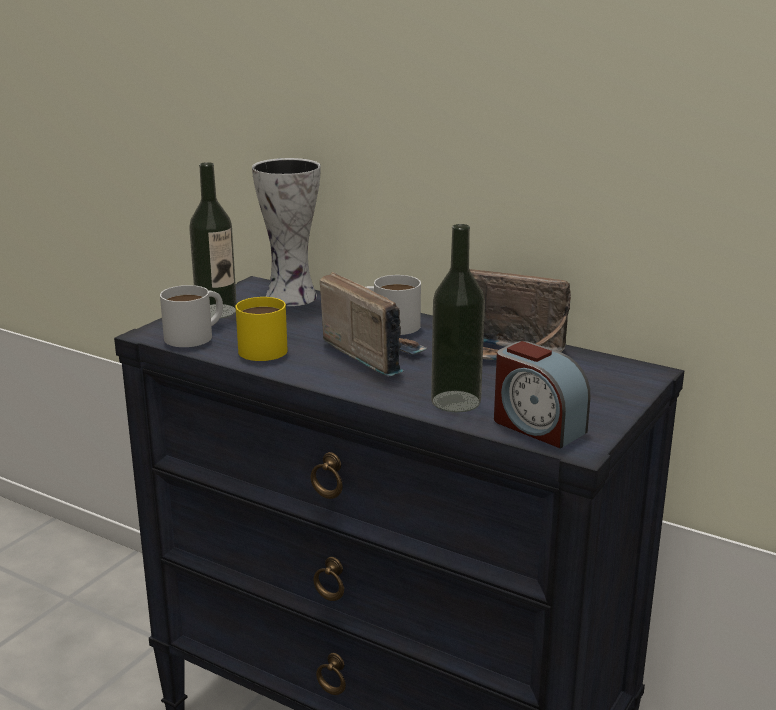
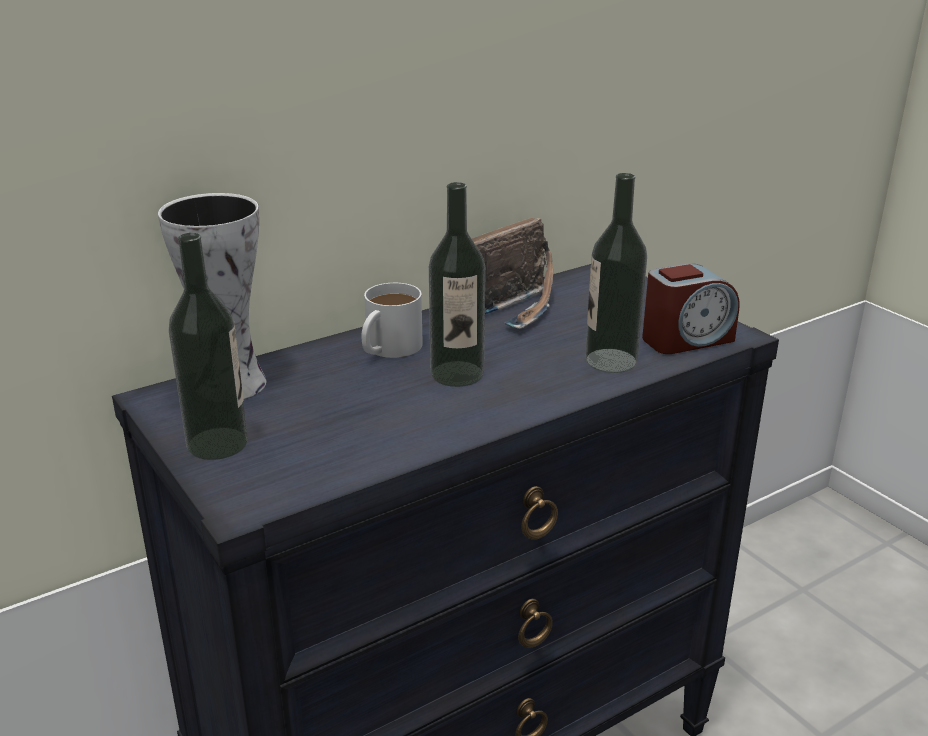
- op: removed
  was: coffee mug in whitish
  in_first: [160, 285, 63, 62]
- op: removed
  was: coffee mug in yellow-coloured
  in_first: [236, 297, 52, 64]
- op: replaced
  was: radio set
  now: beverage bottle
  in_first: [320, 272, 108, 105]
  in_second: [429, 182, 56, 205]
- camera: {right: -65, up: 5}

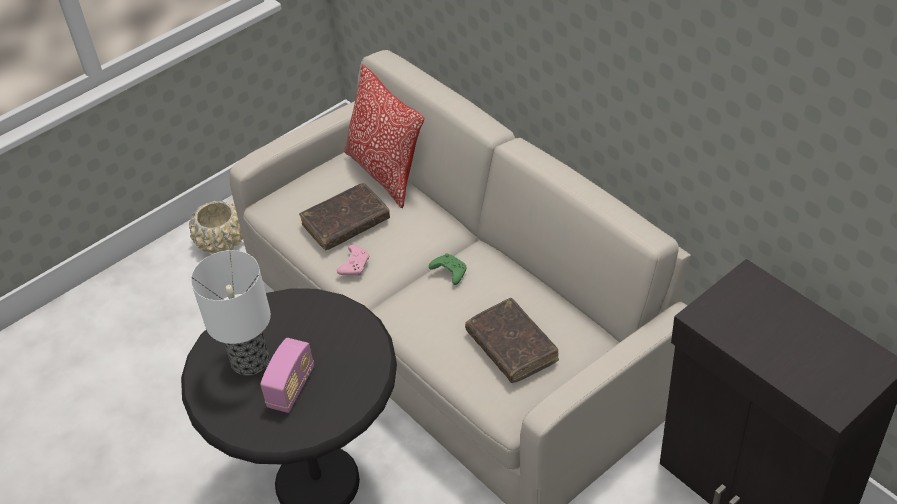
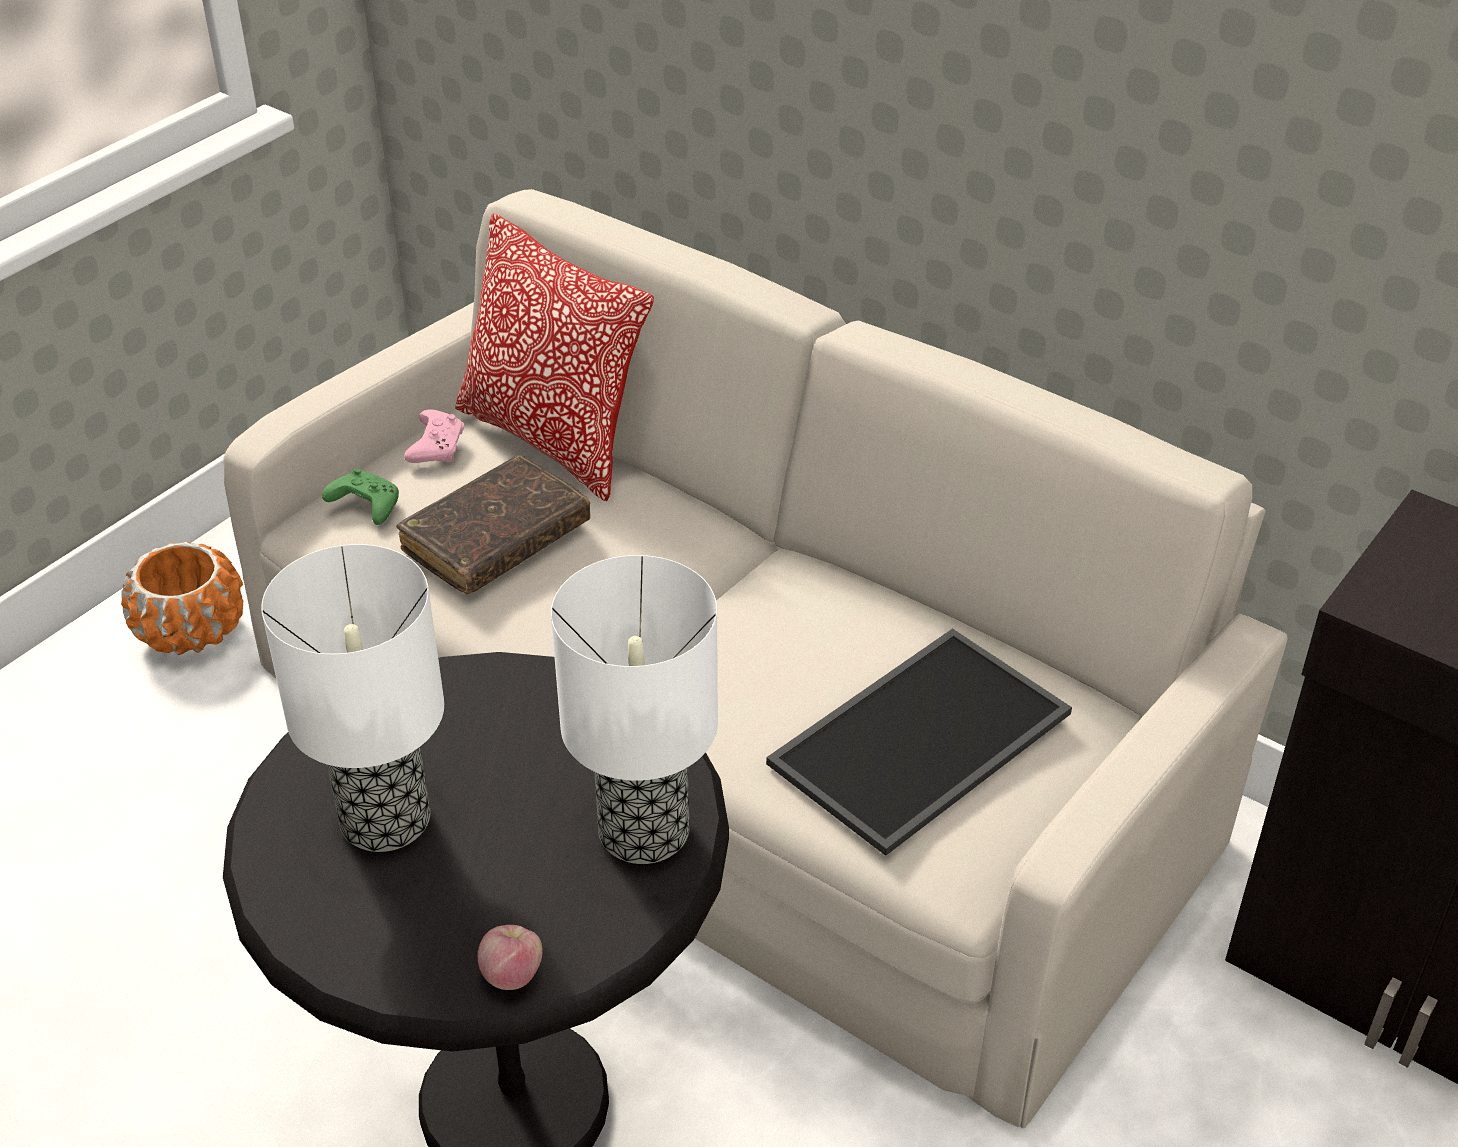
- op: removed
  was: radio set
  in_first: [260, 338, 54, 75]
- op: added
  now: apple
  in_second: [478, 925, 65, 65]
- op: added
  now: lamp for a table
  in_second: [551, 555, 167, 309]
- op: moved
  was: gamepad in pinkish
  in_first: [337, 245, 32, 31]
  in_second: [404, 409, 60, 54]
- op: moved
  was: gamepad in greenish
  in_first: [429, 254, 37, 31]
  in_second: [322, 468, 77, 57]
- op: replaced
  was: book in brown
  now: tray
  in_first: [465, 298, 94, 85]
  in_second: [766, 628, 306, 228]
- op: recoloured
  was: planter in beige-coloured
  now: planter in orangey
  in_first: [189, 200, 54, 54]
  in_second: [121, 542, 122, 113]
- camera: {right: -15, up: -5}

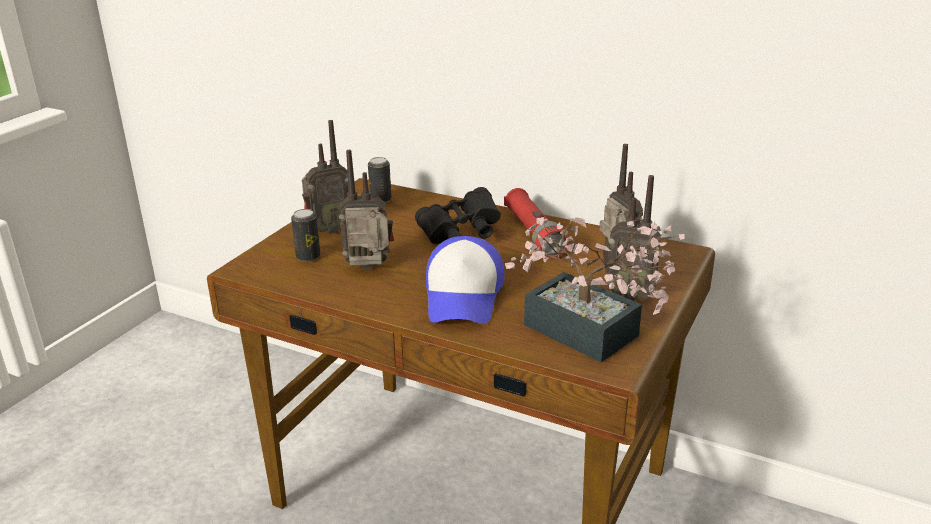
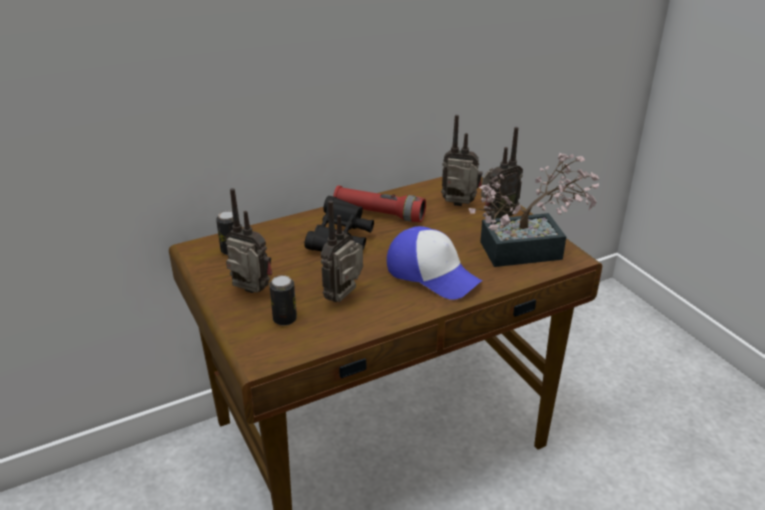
- op: turned
  was: radio set
  in_first: [302, 120, 47, 114]
  in_second: [226, 188, 46, 105]
  clockwise: -75
- camera: {right: -55, up: 5}

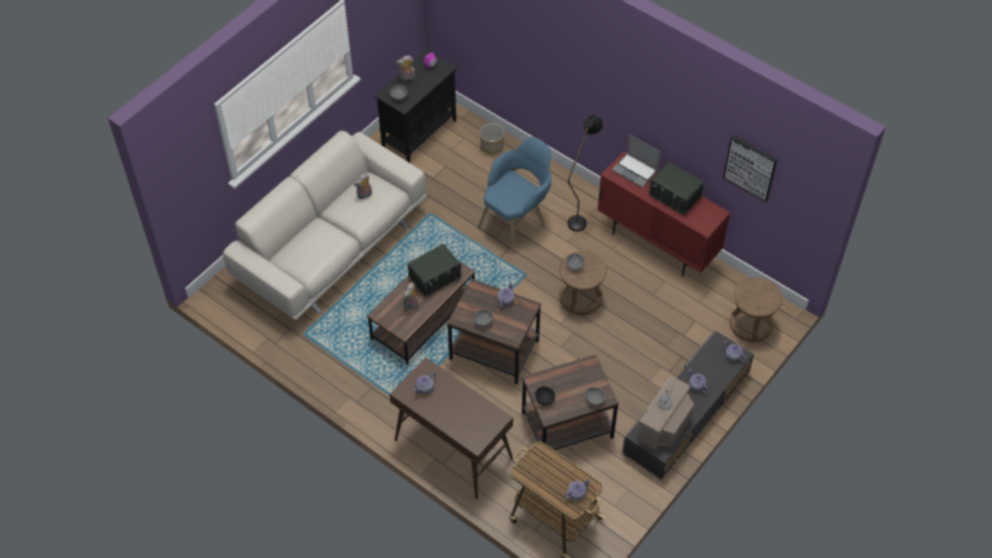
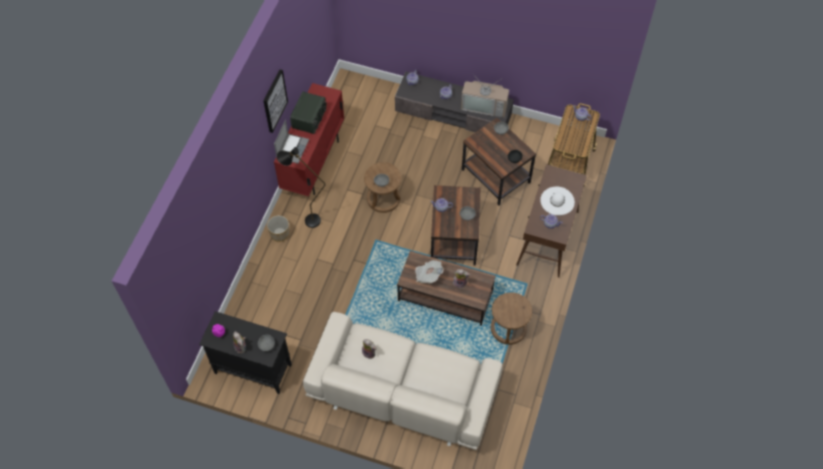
- op: removed
  was: armchair in bluish
  in_first: [477, 137, 74, 117]
- op: added
  now: wearable hat in whitish
  in_second: [540, 186, 35, 29]
- op: moved
  was: planter
  in_first: [480, 123, 25, 31]
  in_second: [267, 215, 22, 27]
- op: moved
  was: wall picture
  in_first: [723, 135, 54, 67]
  in_second: [264, 69, 24, 64]
- op: moved
  was: stool in brown
  in_first: [730, 277, 52, 65]
  in_second: [491, 292, 41, 53]
- op: replaced
  was: radio set
  now: newspaper
  in_first: [408, 244, 53, 53]
  in_second: [415, 260, 28, 23]
- camera: {right: -110, up: 5}

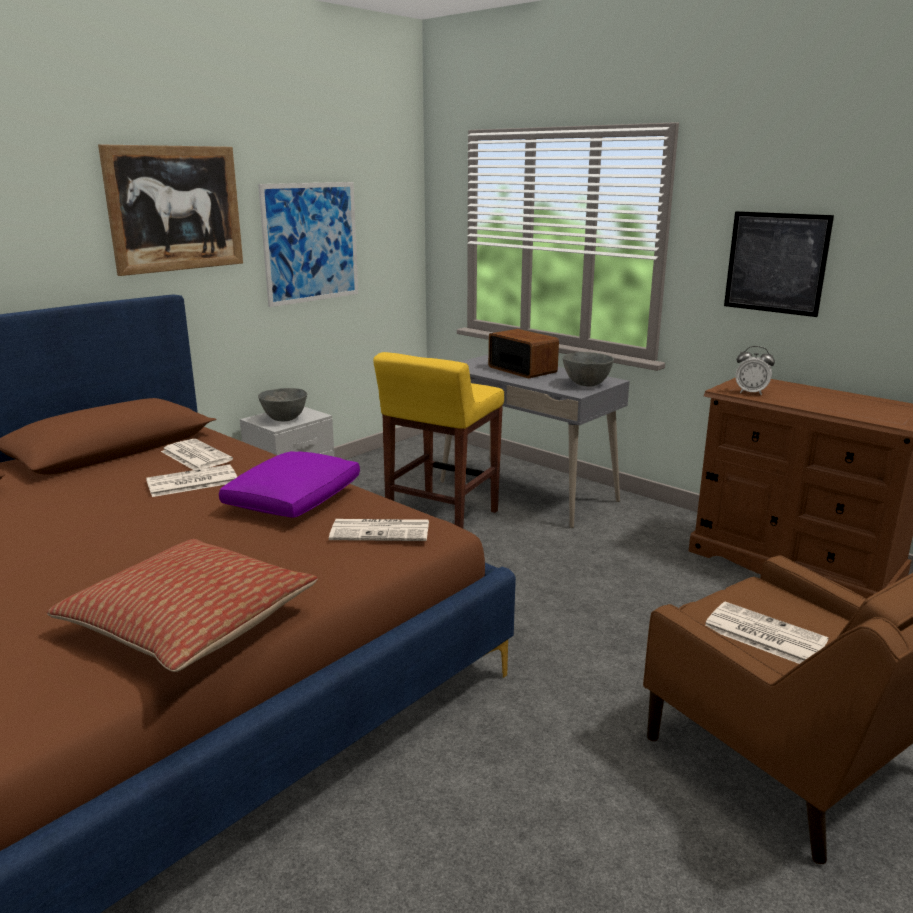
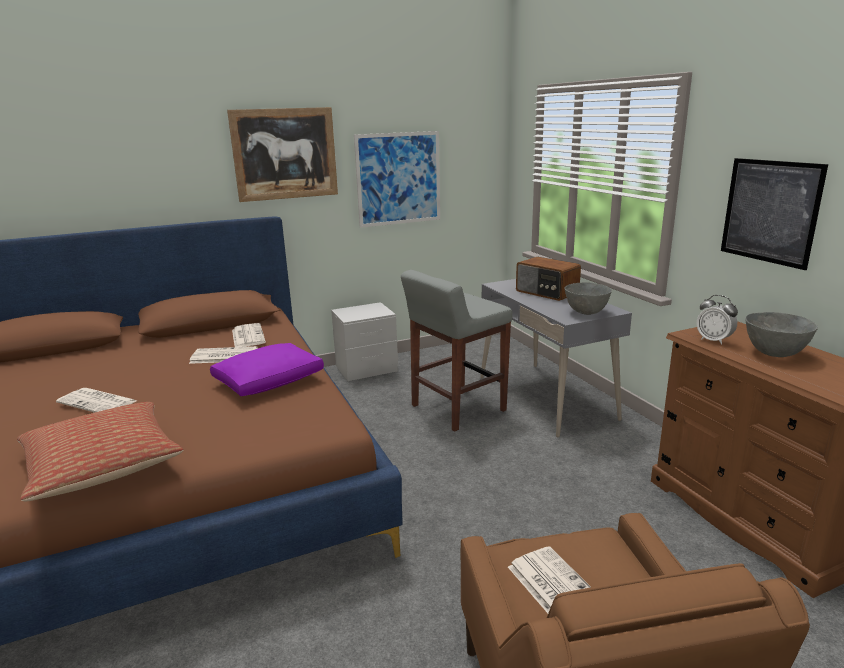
- op: moved
  was: serving bowl in gray
  in_first: [258, 388, 49, 33]
  in_second: [745, 312, 73, 45]
- op: moved
  was: newspaper
  in_first: [329, 519, 100, 22]
  in_second: [56, 388, 80, 25]
- op: recoloured
  was: stool in yellow-coloured
  now: stool in gray
  in_first: [373, 352, 131, 176]
  in_second: [401, 270, 111, 162]
- op: turned
  was: radio set
  in_first: [488, 329, 71, 50]
  in_second: [516, 257, 65, 44]
  clockwise: 150
- camera: {right: 25, up: 0}

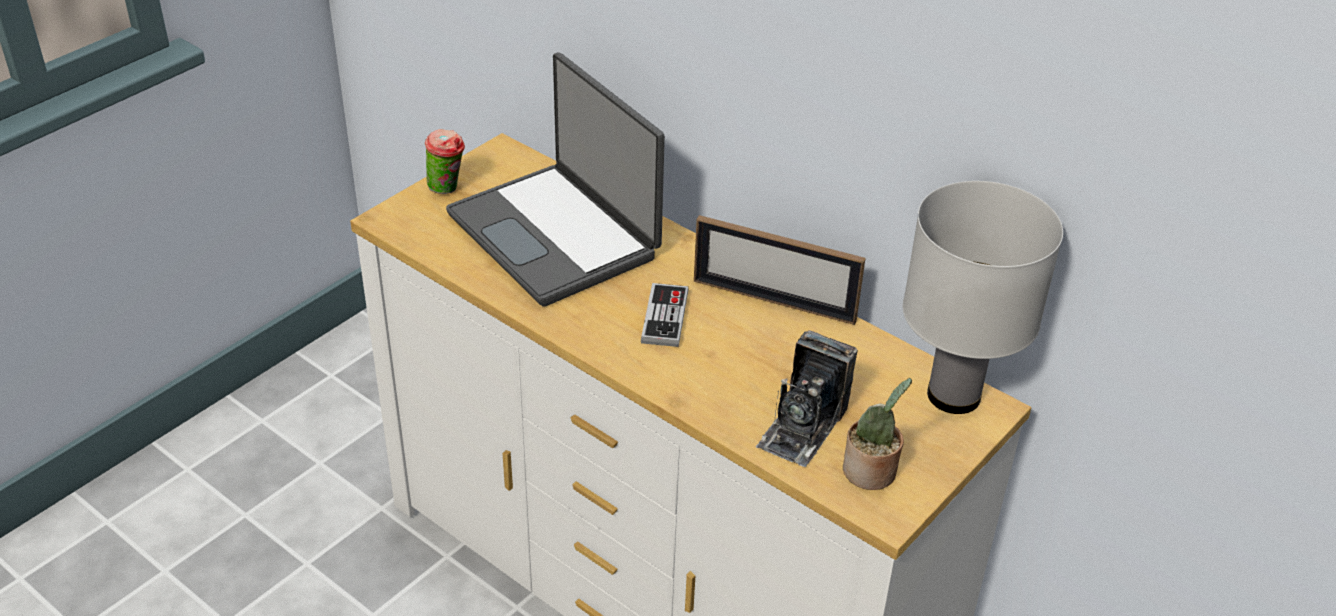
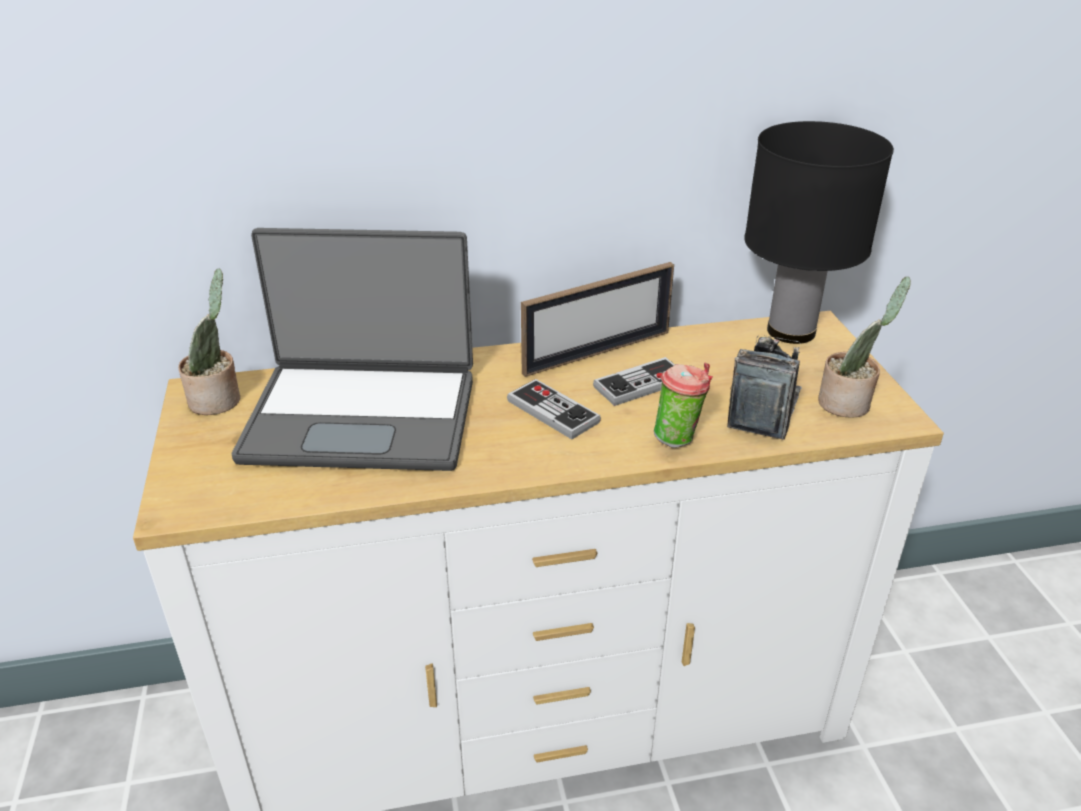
- op: added
  now: potted plant
  in_second: [178, 268, 62, 147]
- op: added
  now: gamepad
  in_second: [593, 357, 82, 49]
- op: moved
  was: cup
  in_first: [425, 129, 40, 65]
  in_second: [654, 362, 59, 86]
- op: recoloured
  was: lamp for a table in whitish
  now: lamp for a table in black
  in_first: [903, 181, 160, 233]
  in_second: [744, 121, 150, 223]
- op: turned
  was: photo camera
  in_first: [756, 330, 102, 137]
  in_second: [727, 336, 75, 104]
  clockwise: -135
- camera: {right: -50, up: -5}

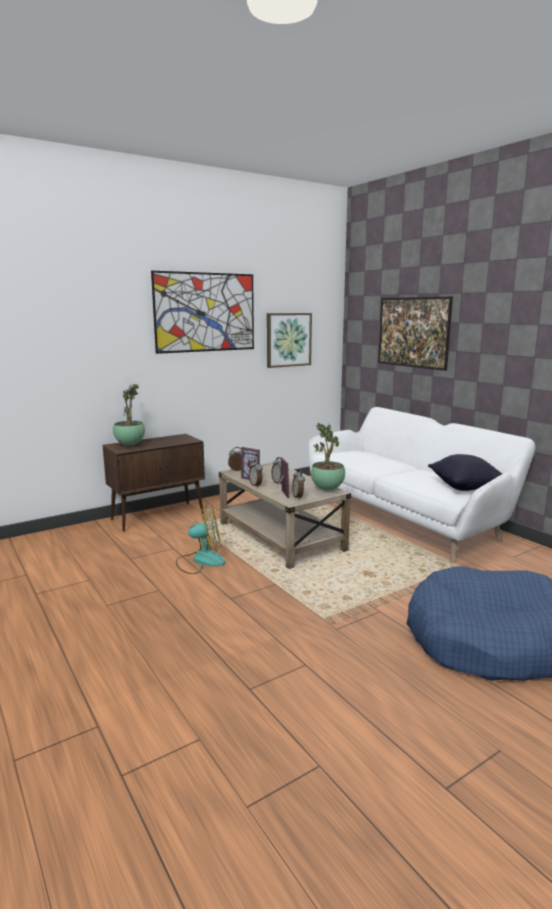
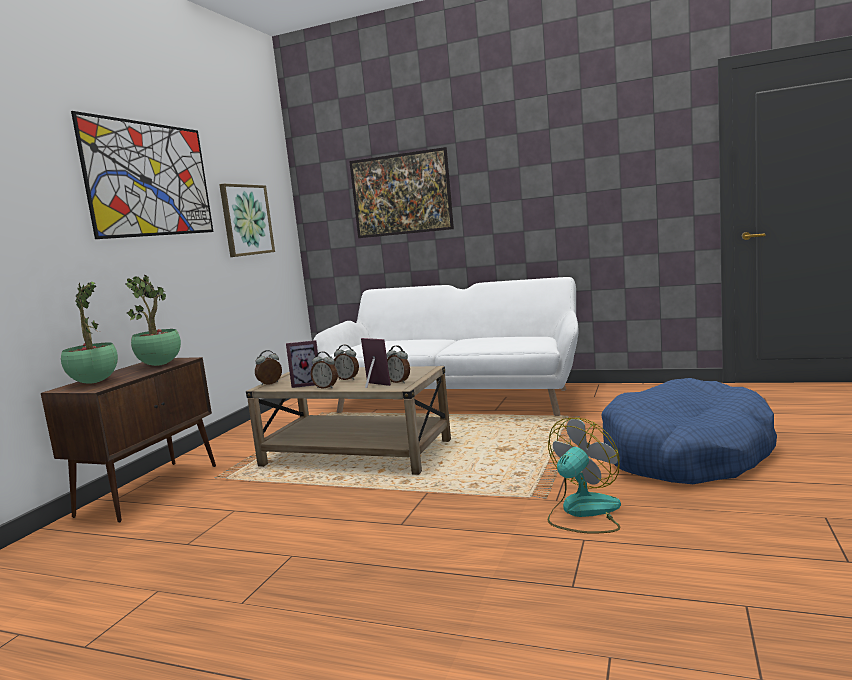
- op: removed
  was: pillow in black
  in_first: [428, 454, 74, 37]
- op: moved
  was: electric fan
  in_first: [176, 505, 49, 69]
  in_second: [548, 418, 73, 116]
- op: moved
  was: potted plant
  in_first: [311, 423, 34, 67]
  in_second: [125, 275, 56, 91]
- camera: {right: -35, up: -5}

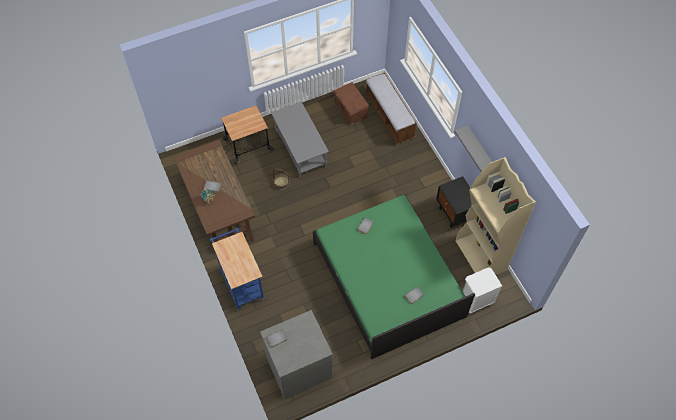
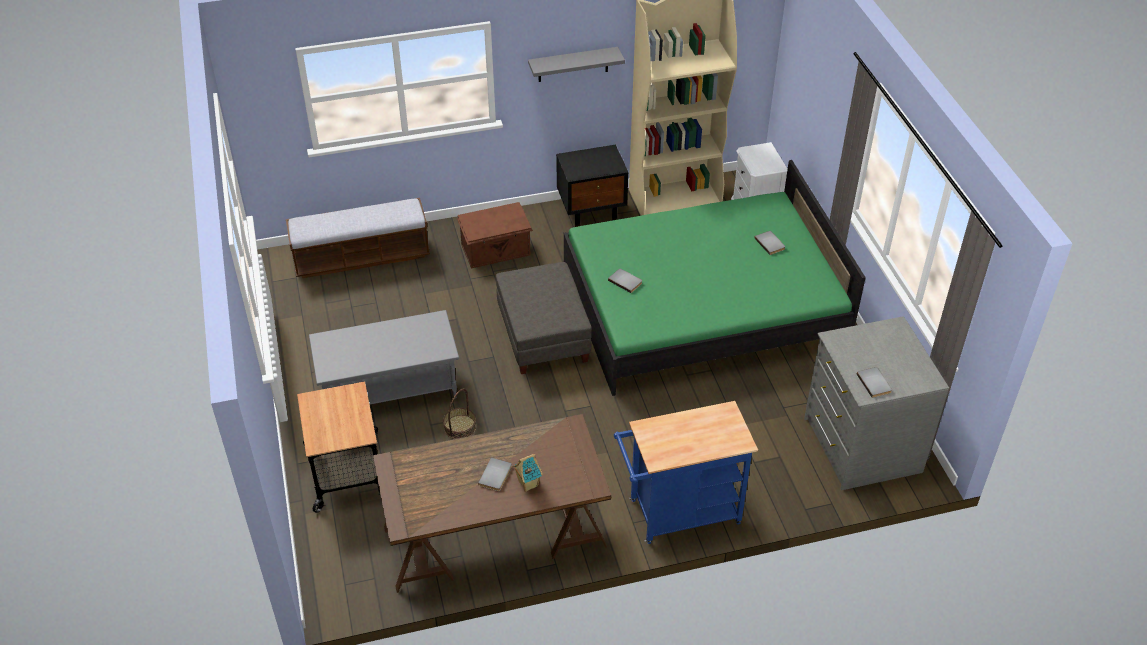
- op: added
  now: footrest in gray
  in_second: [496, 262, 96, 112]
- op: moved
  was: storage container in brown
  in_first: [333, 82, 36, 43]
  in_second: [457, 202, 76, 66]
- camera: {right: -80, up: -15}

